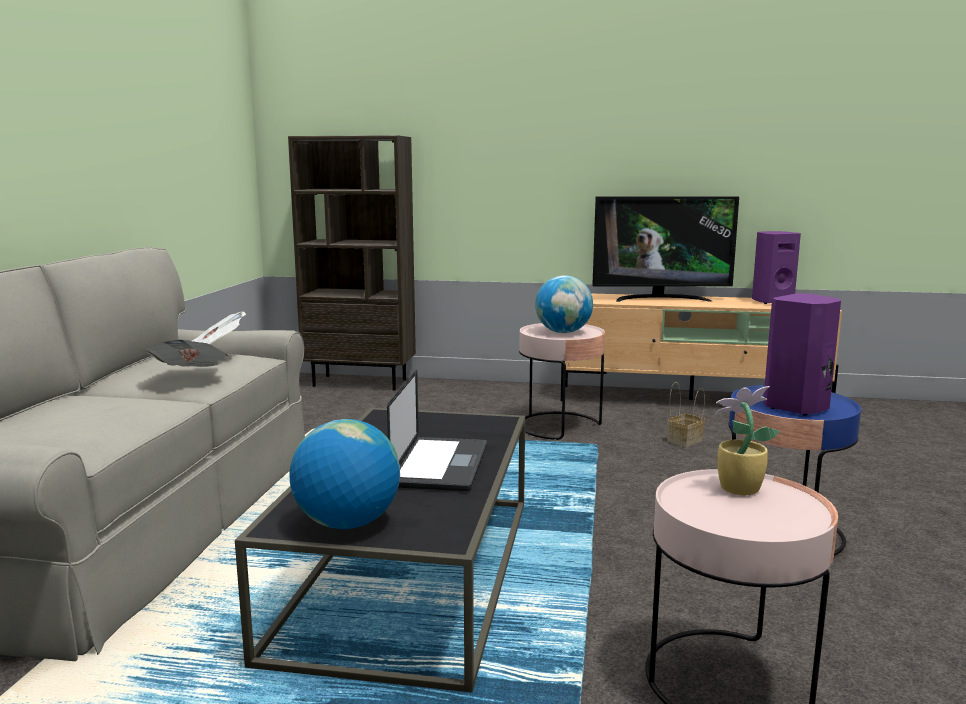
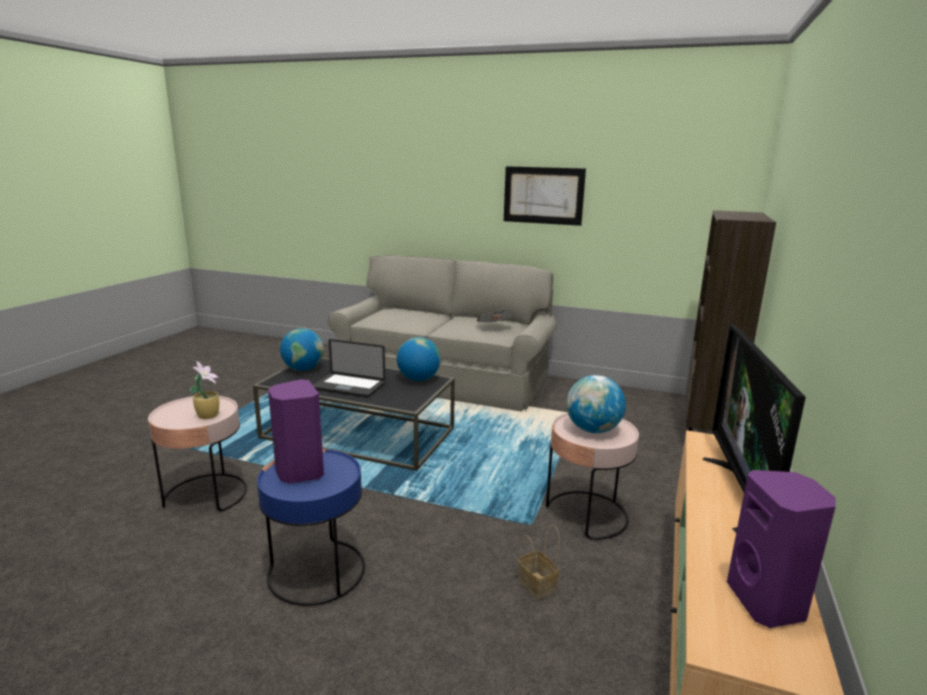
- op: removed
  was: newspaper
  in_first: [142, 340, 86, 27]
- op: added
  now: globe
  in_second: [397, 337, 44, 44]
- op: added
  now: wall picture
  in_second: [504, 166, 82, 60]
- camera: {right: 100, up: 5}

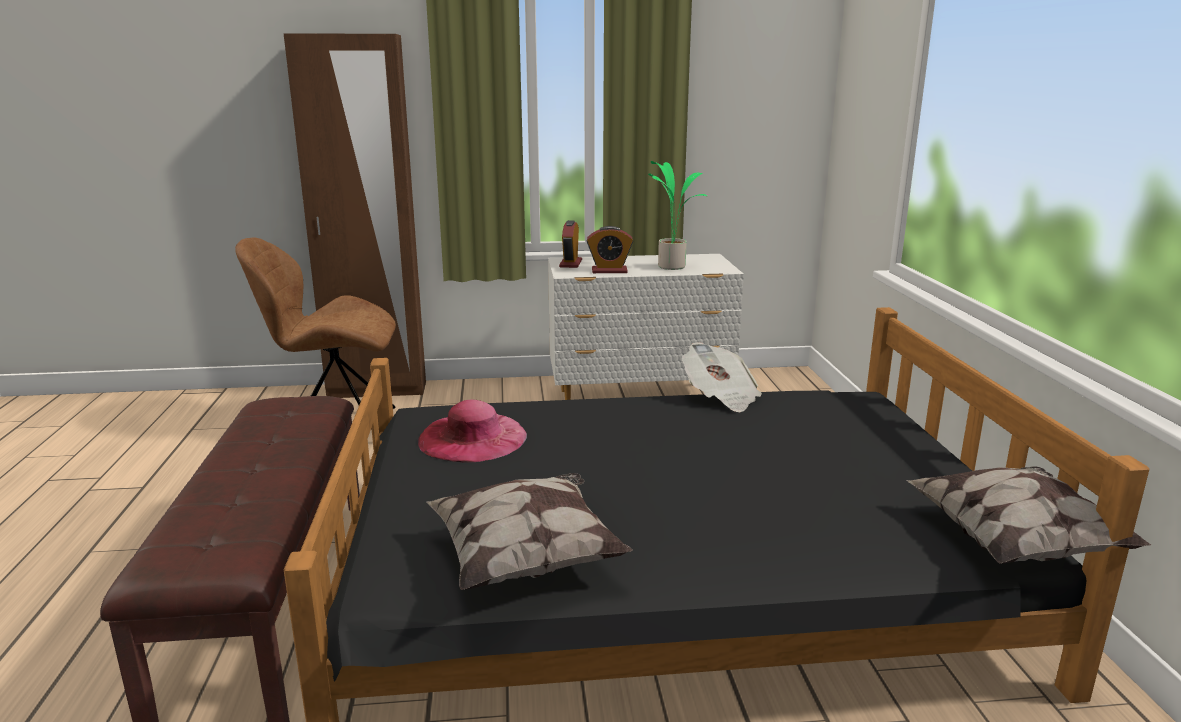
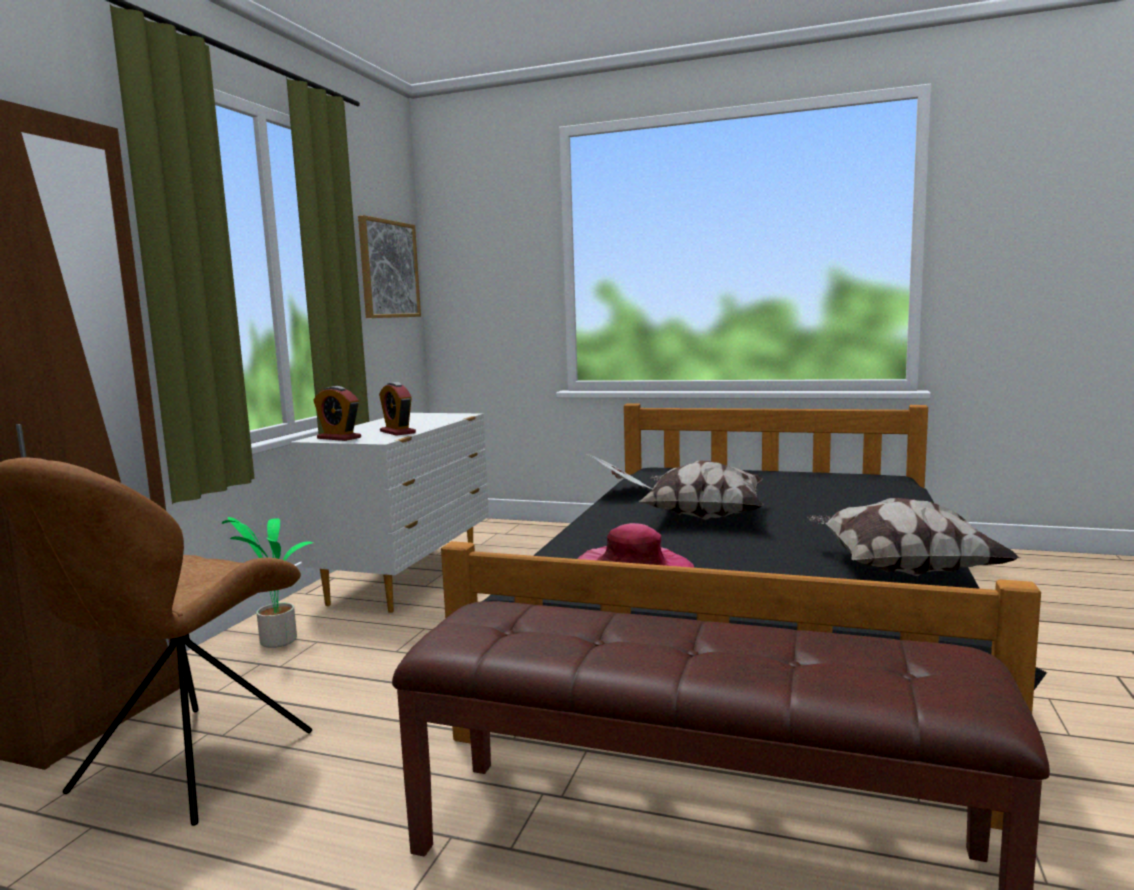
- op: added
  now: wall picture
  in_second: [358, 215, 63, 103]
- op: moved
  was: potted plant
  in_first: [648, 161, 59, 109]
  in_second: [222, 517, 91, 131]
- op: moved
  was: pillow
  in_first: [906, 466, 245, 98]
  in_second: [639, 460, 124, 60]
- op: turned
  was: bedside clock
  in_first: [587, 226, 46, 47]
  in_second: [379, 382, 37, 54]
  clockwise: 120
- camera: {right: -65, up: -10}

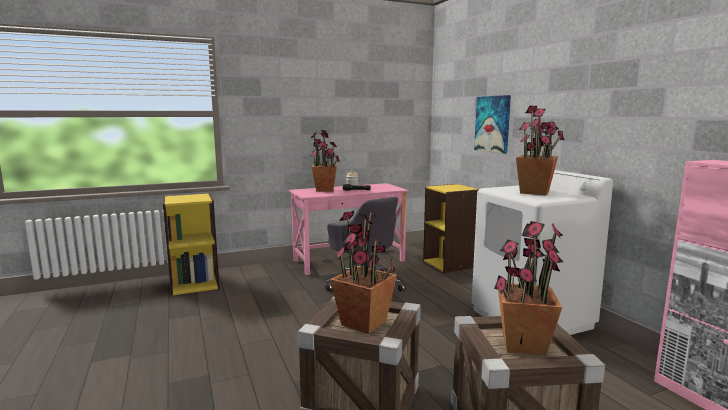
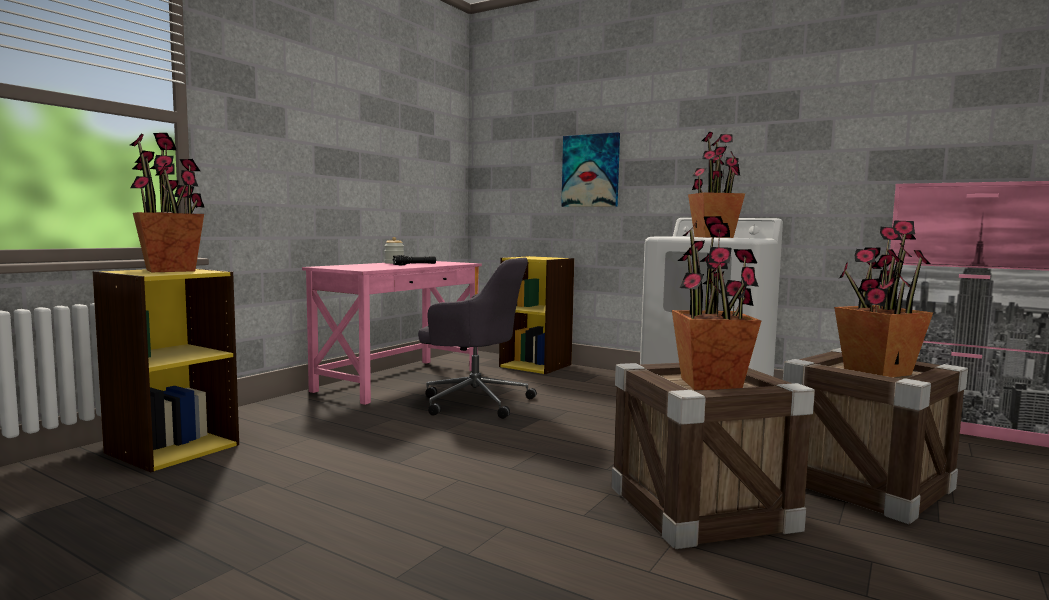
- op: moved
  was: potted plant
  in_first: [310, 130, 30, 62]
  in_second: [130, 133, 75, 139]
- camera: {right: -35, up: -5}

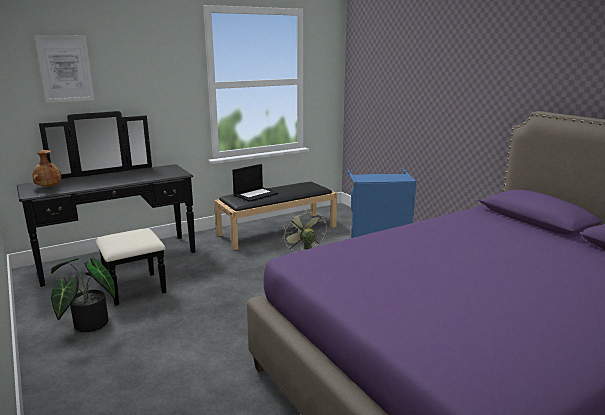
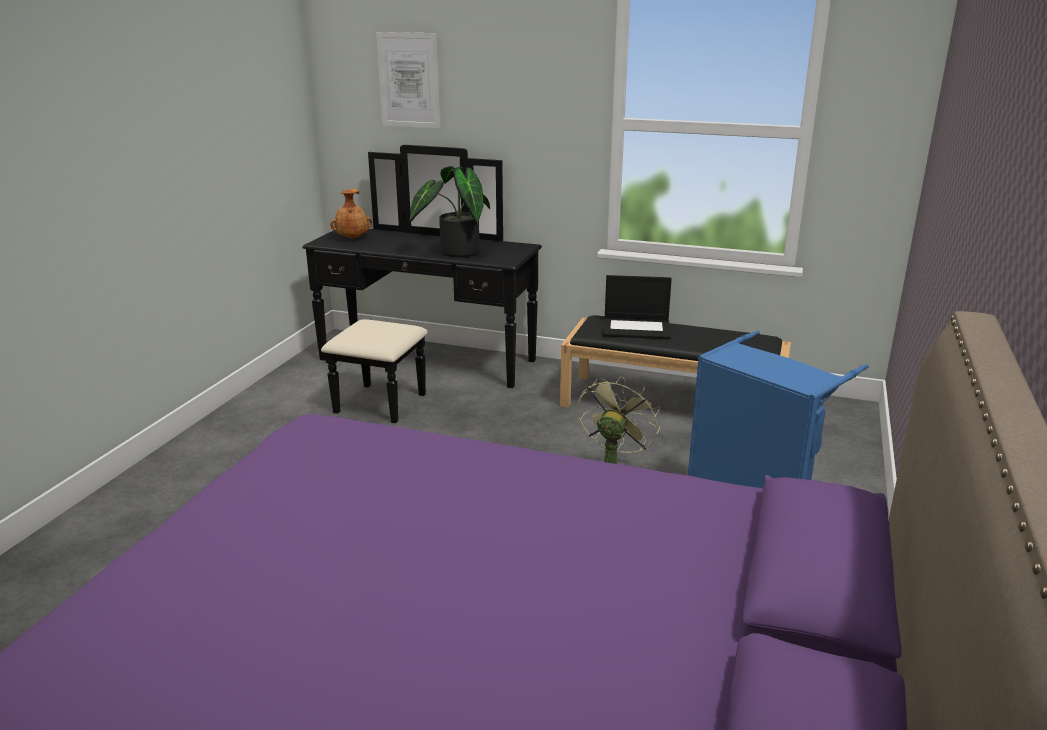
- op: moved
  was: potted plant
  in_first: [51, 258, 64, 74]
  in_second: [409, 166, 81, 91]
- camera: {right: 50, up: 5}

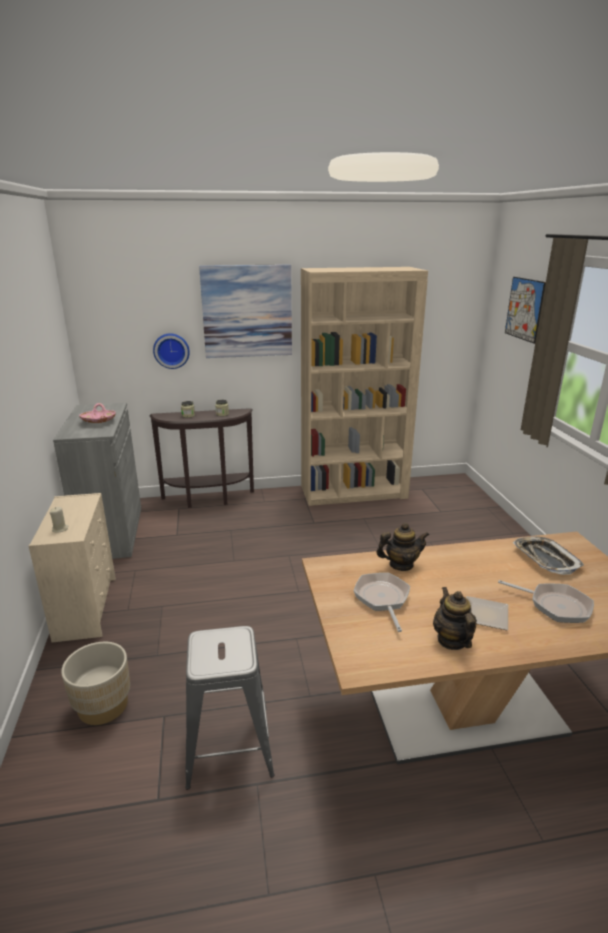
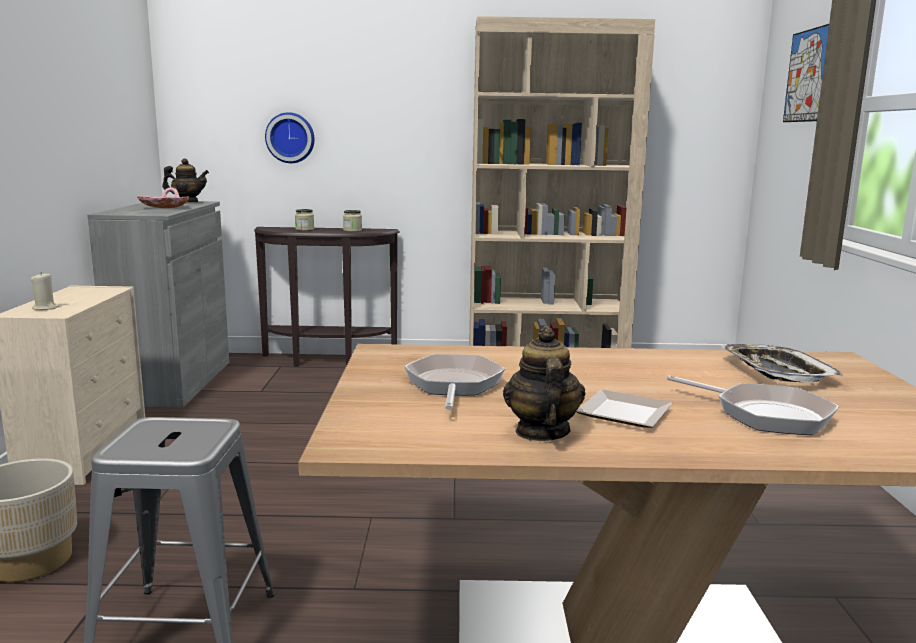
- op: removed
  was: wall picture
  in_first: [199, 264, 93, 94]
- op: moved
  was: tea pot
  in_first: [376, 523, 53, 48]
  in_second: [162, 158, 47, 44]
- camera: {right: 10, up: -10}

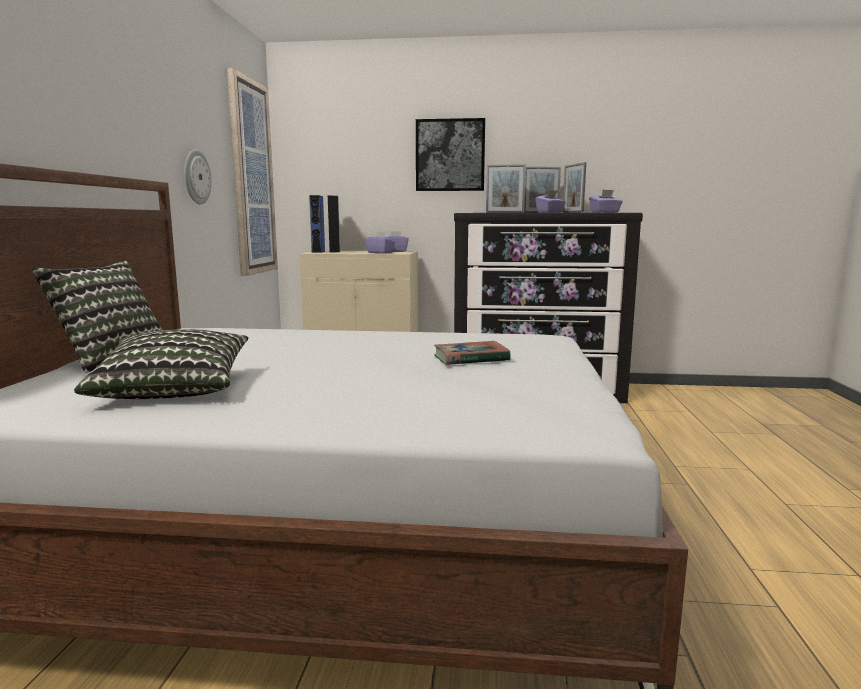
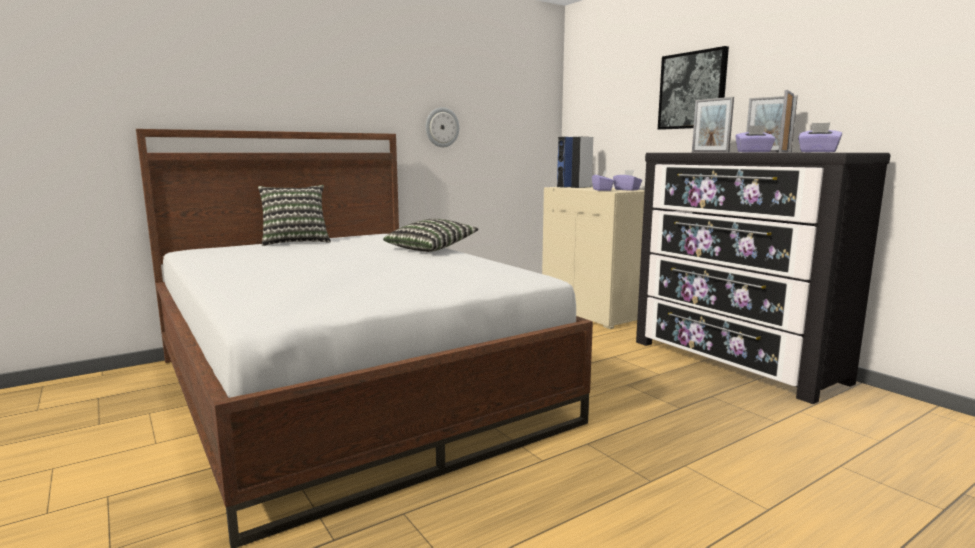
- op: removed
  was: wall picture
  in_first: [227, 68, 51, 208]
- op: removed
  was: book
  in_first: [434, 341, 77, 24]
- op: moved
  was: pillow
  in_first: [74, 329, 175, 70]
  in_second: [383, 219, 96, 33]
- camera: {right: 50, up: 0}

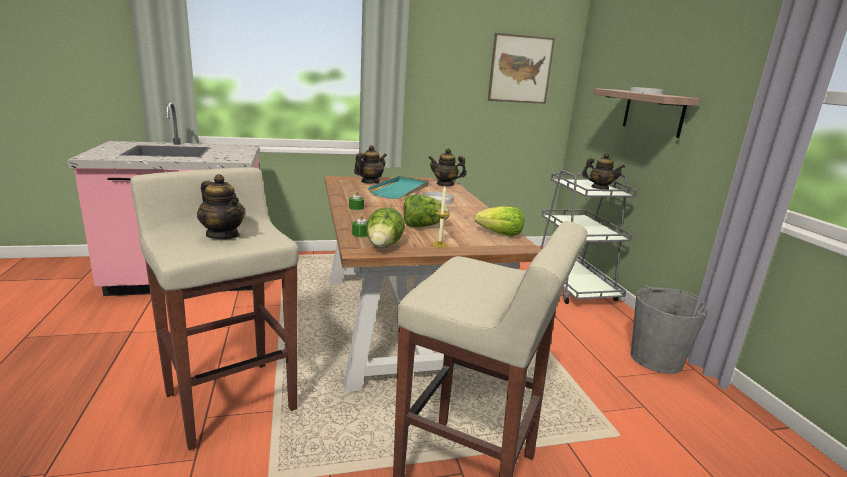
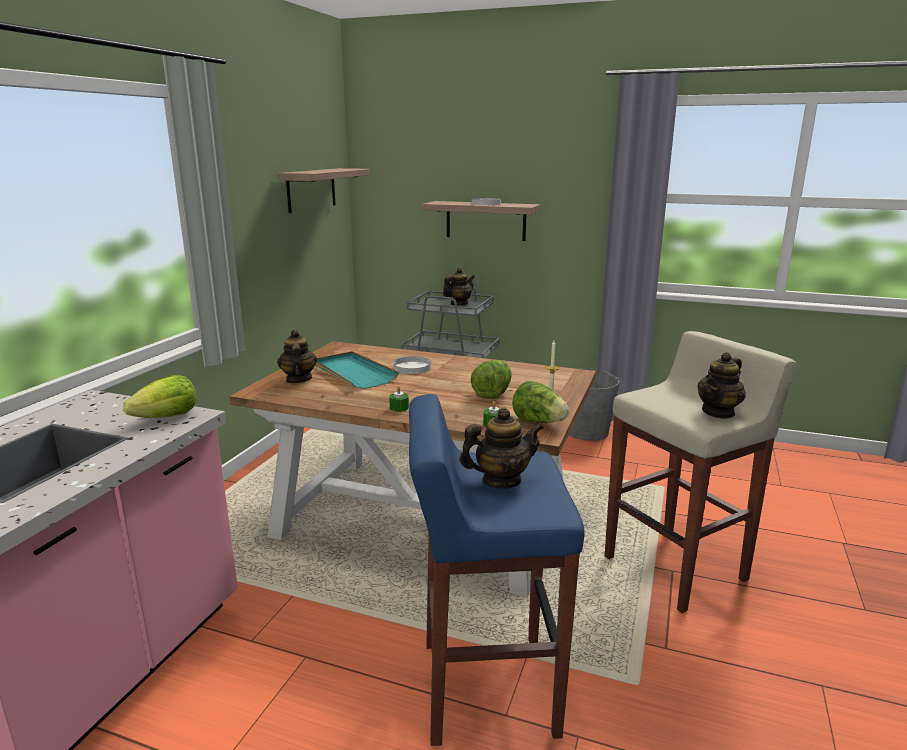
- op: moved
  was: tea pot
  in_first: [429, 148, 38, 39]
  in_second: [697, 352, 49, 67]
- op: moved
  was: lettuce head
  in_first: [474, 206, 50, 30]
  in_second: [123, 375, 73, 43]
- op: replaced
  was: wall picture
  now: wall shelf
  in_first: [488, 33, 67, 71]
  in_second: [277, 168, 93, 45]
- op: recoloured
  was: stool in beige-coloured
  now: stool in bluish
  in_first: [130, 167, 169, 284]
  in_second: [409, 394, 176, 352]
- camera: {right: -55, up: 0}

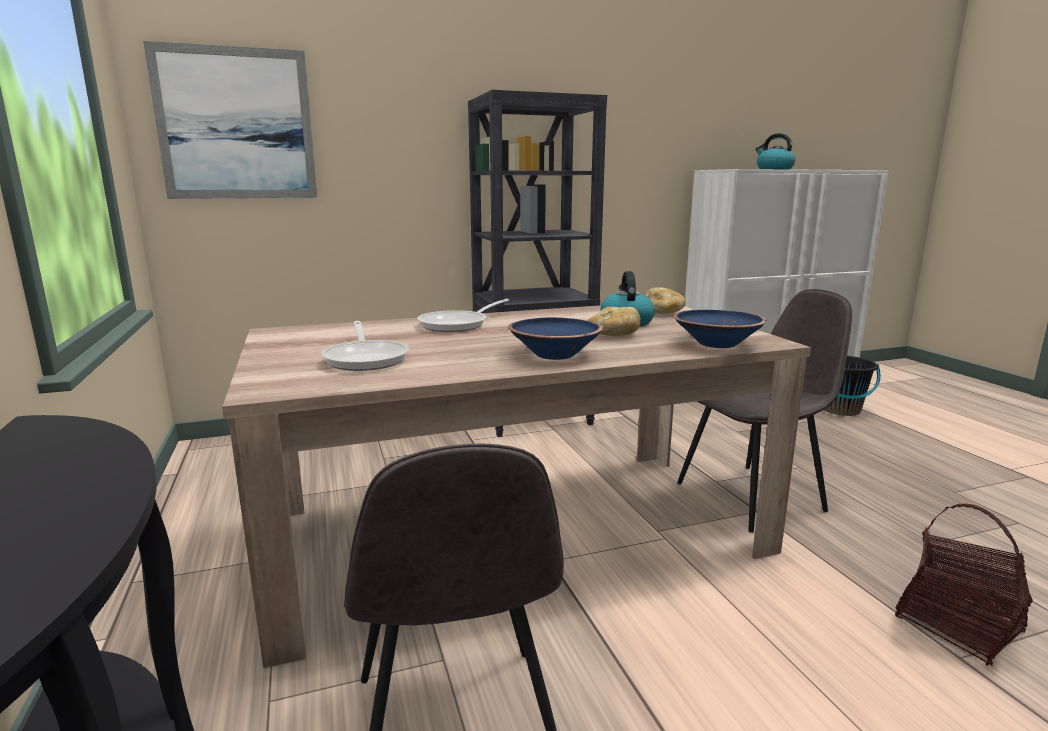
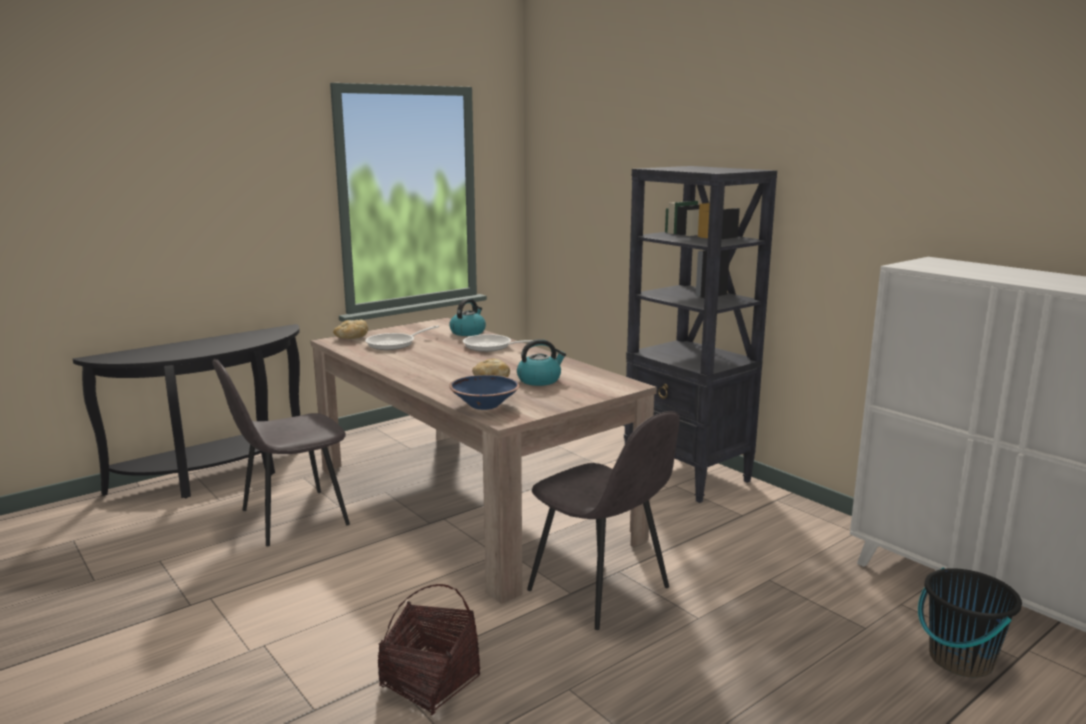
- op: removed
  was: wall picture
  in_first: [143, 41, 174, 158]
- op: removed
  was: serving bowl in bluish
  in_first: [508, 317, 95, 43]
- op: moved
  was: bakery bread
  in_first: [645, 287, 41, 27]
  in_second: [333, 320, 35, 19]
- op: moved
  was: water kettle
  in_first: [756, 133, 39, 36]
  in_second: [449, 298, 37, 38]
- camera: {right: 70, up: 0}

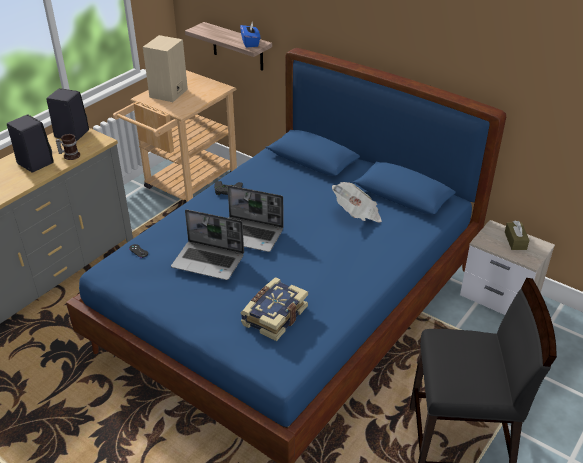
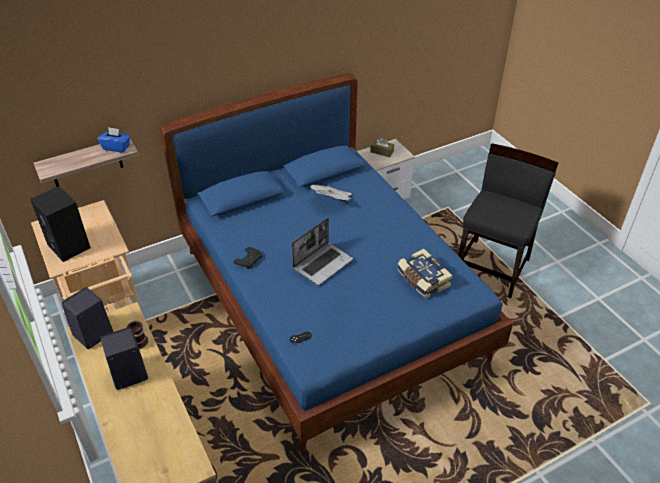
- op: removed
  was: notebook computer
  in_first: [171, 209, 73, 71]
- op: recoloured
  was: audio speaker in beige-coloured
  now: audio speaker in black
  in_first: [143, 35, 45, 67]
  in_second: [30, 186, 61, 76]
- camera: {right: -65, up: 5}

